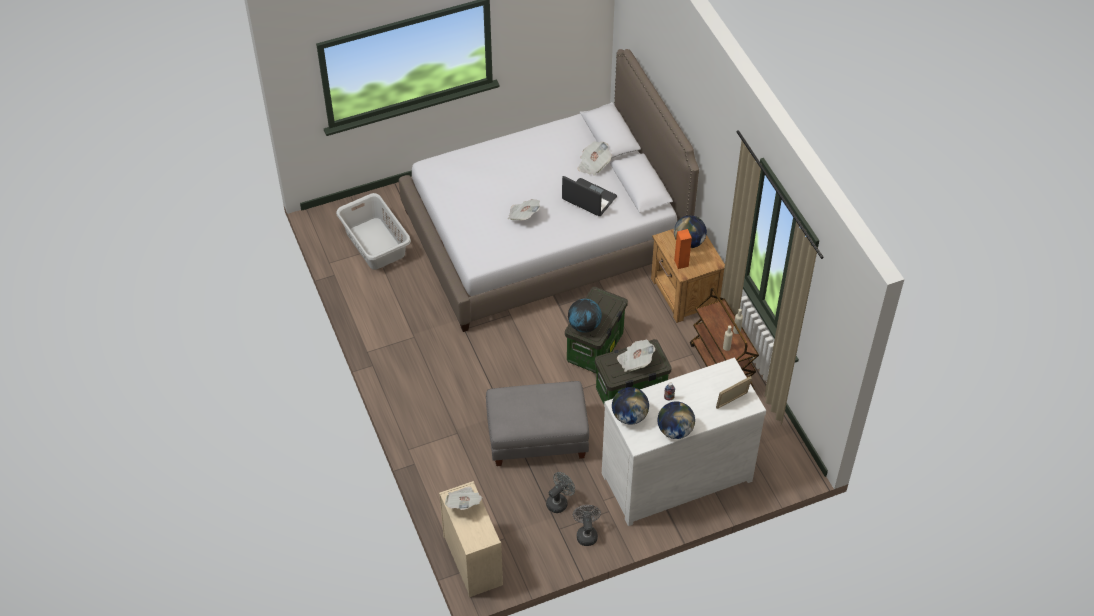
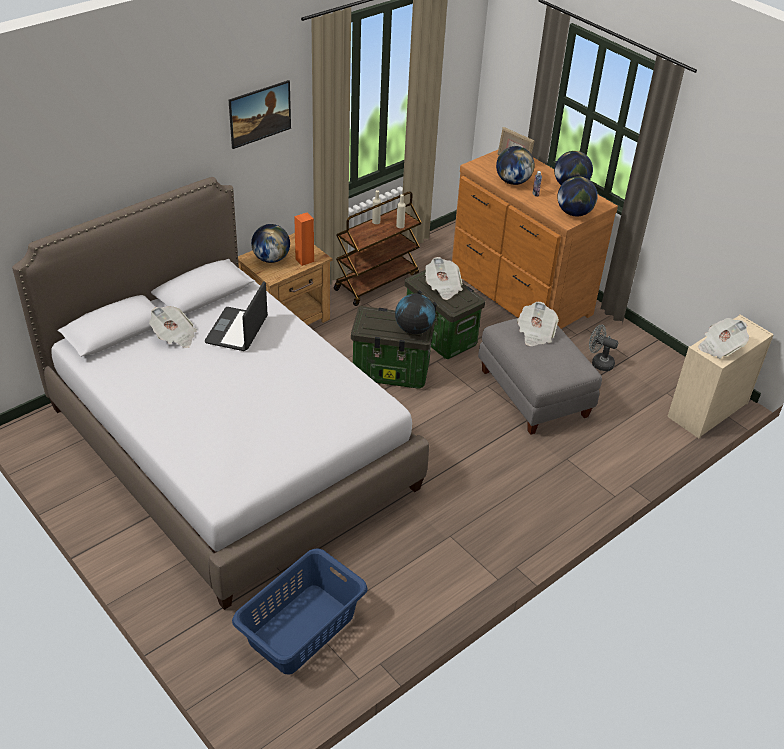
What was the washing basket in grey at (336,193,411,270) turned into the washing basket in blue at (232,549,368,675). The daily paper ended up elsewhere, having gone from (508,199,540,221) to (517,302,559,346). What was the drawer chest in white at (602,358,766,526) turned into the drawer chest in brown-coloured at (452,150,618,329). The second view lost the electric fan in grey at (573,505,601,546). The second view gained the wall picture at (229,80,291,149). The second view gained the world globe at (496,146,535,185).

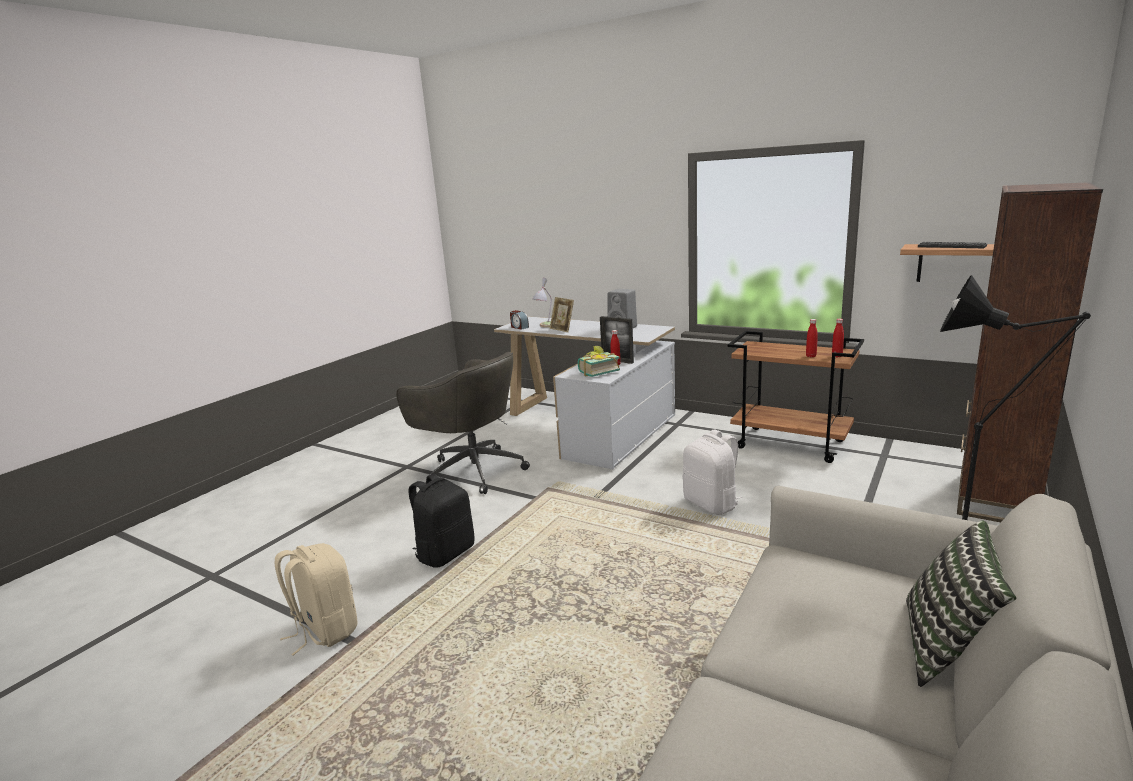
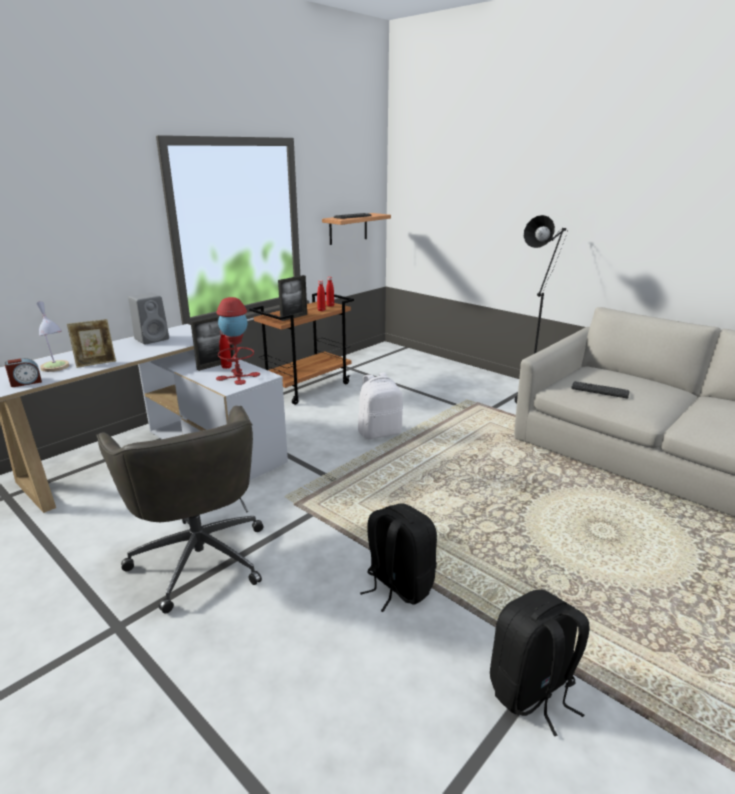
The second view lost the bookcase in brown-coloured at (957,182,1103,522). Where the bound book stood at (578,346,620,377), the tabletop lamp in reddish came to stand at (216,297,260,385). The desk chair in grey at (396,352,530,494) ended up facing another way, 105 degrees clockwise from before. The second view lost the cushion at (906,521,1016,687). What was the backpack in beige at (275,543,358,656) turned into the backpack in black at (490,590,590,736). The second view gained the photo frame at (278,275,307,321). The second view gained the keyboard at (571,381,630,399).

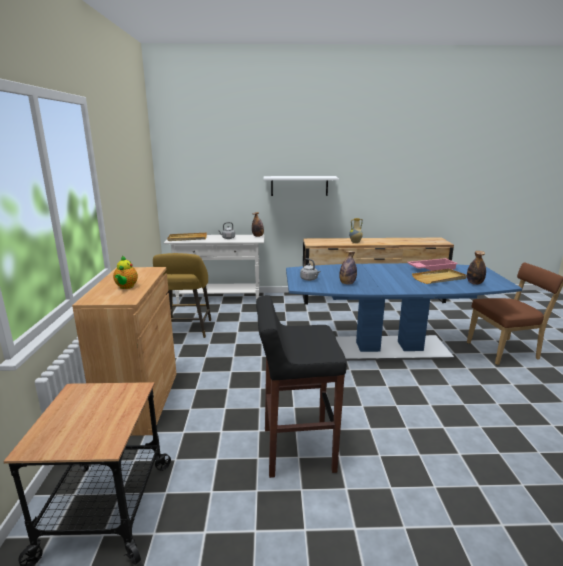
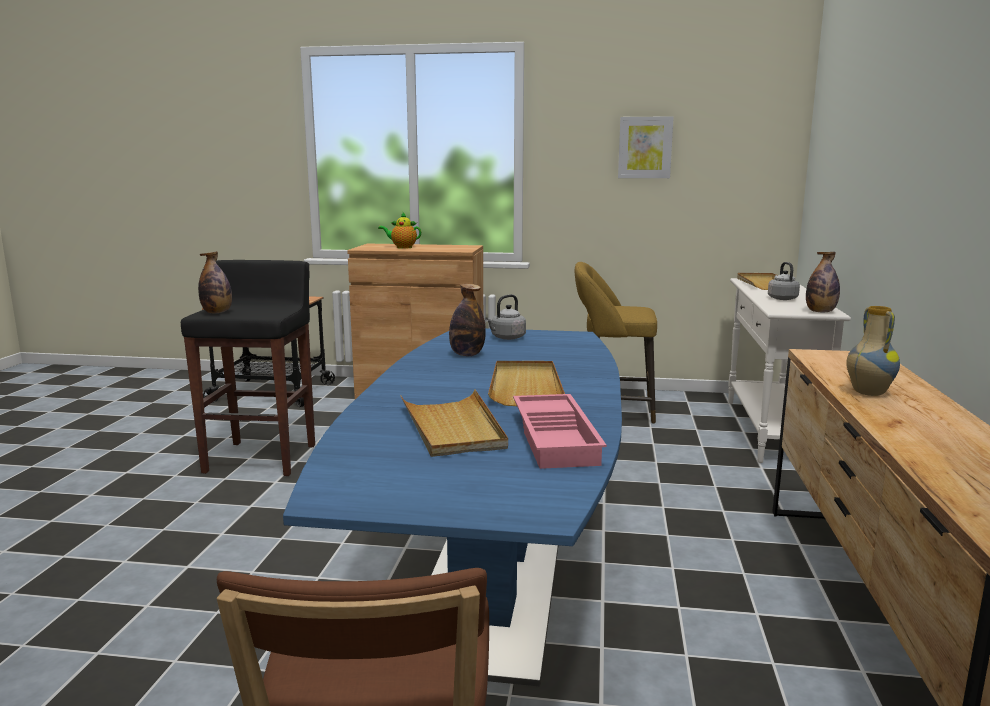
The second view lost the shelf in white at (264,176,339,196). The beverage bottle ended up elsewhere, having gone from (467,251,486,285) to (198,251,232,313). The second view gained the wall picture at (618,116,674,178). The second view gained the serving tray in beige at (488,361,565,406).

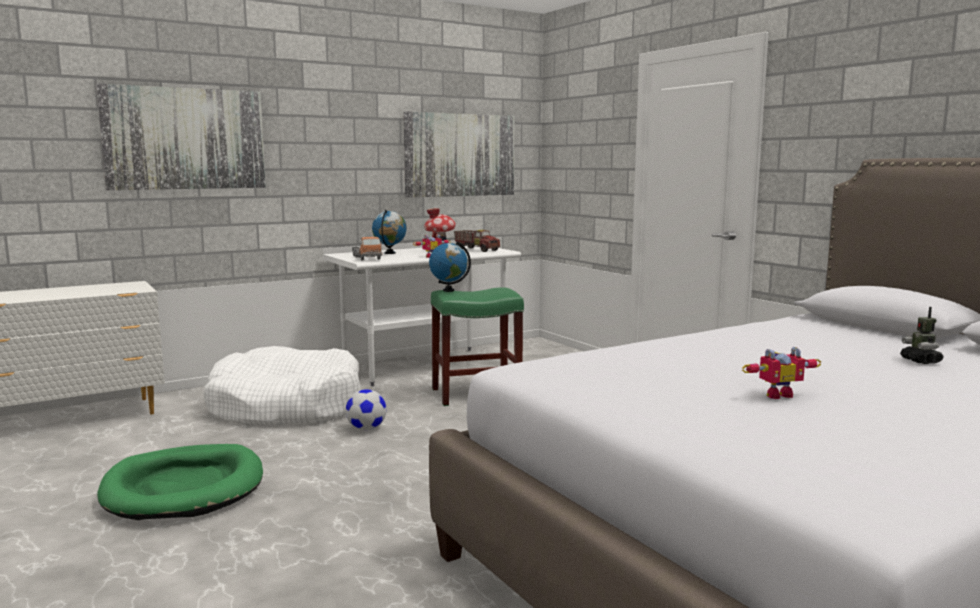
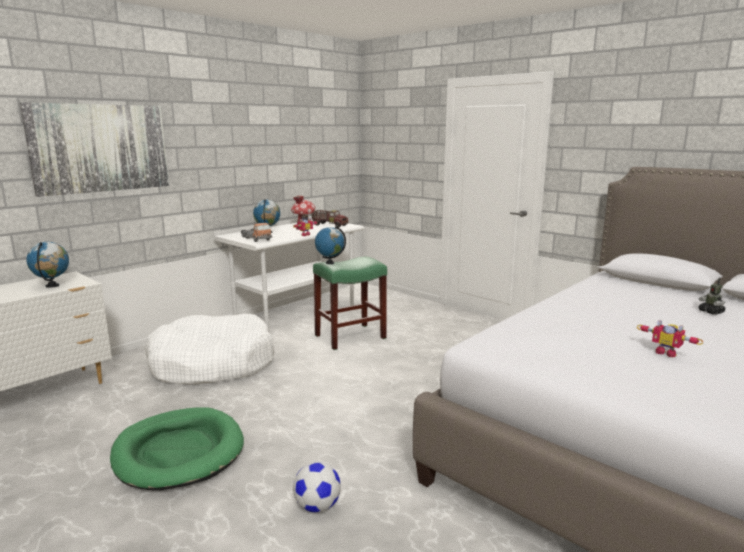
The second view lost the wall picture at (403,112,514,197). The robot figure at (742,347,821,399) ended up facing another way, 75 degrees clockwise from before. The ball for football ended up elsewhere, having gone from (346,389,387,430) to (293,462,341,513). The second view gained the world globe at (26,242,69,288).

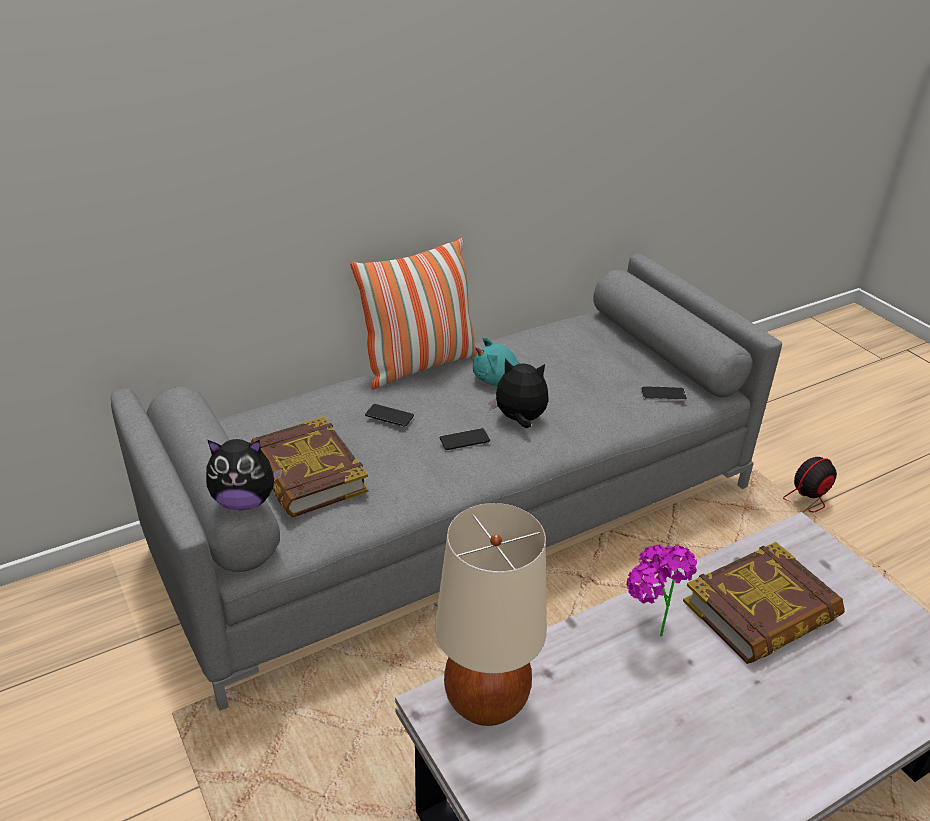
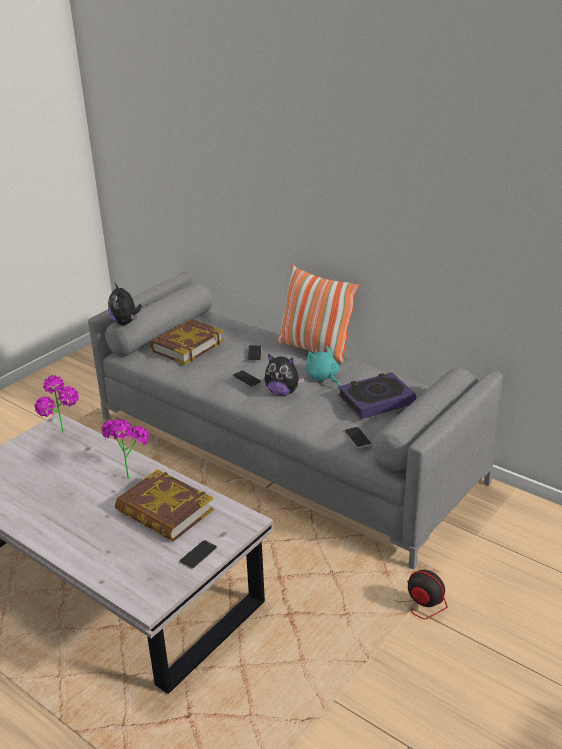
The cuddly toy at (489,359,549,428) ended up facing another way, 120 degrees clockwise from before. Where the tabletop lamp in beige stood at (435,503,547,726), the plant in a pot came to stand at (34,375,79,432). The second view gained the bound book at (338,372,416,419). The second view gained the phone at (180,540,217,569).

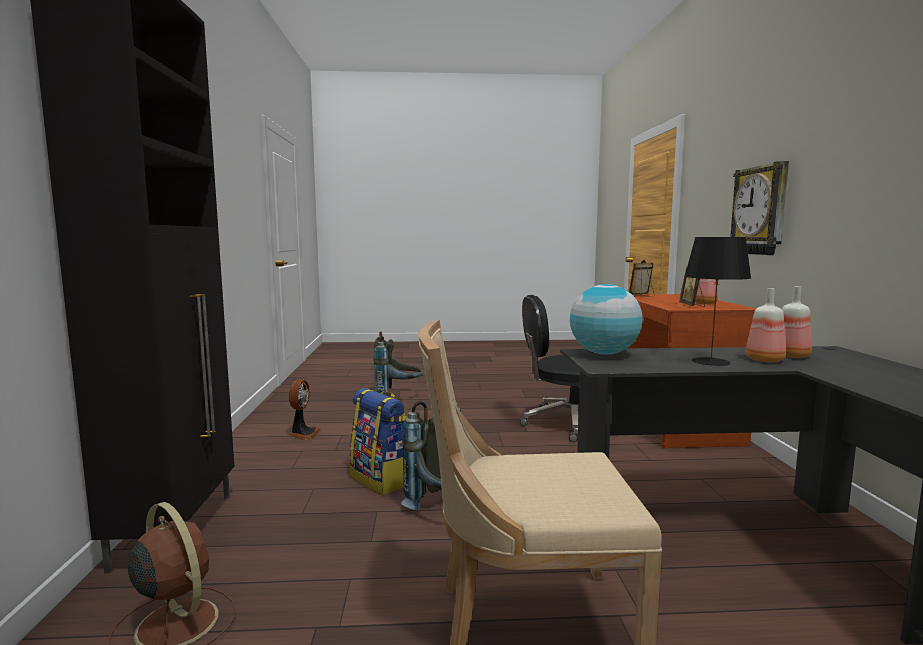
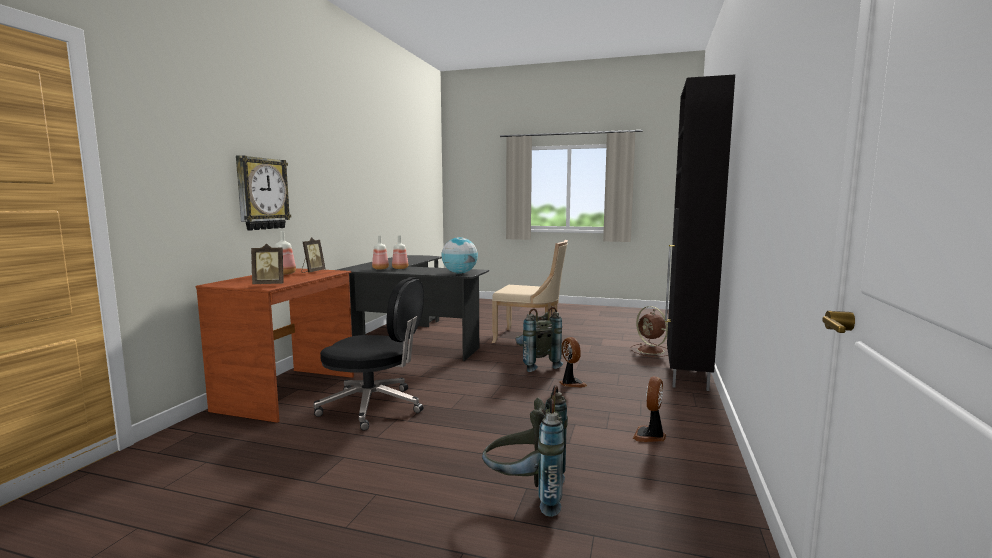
The second view lost the tabletop lamp in black at (685,237,751,366). Where the backpack stood at (349,388,408,495), the electric fan came to stand at (559,337,587,387).

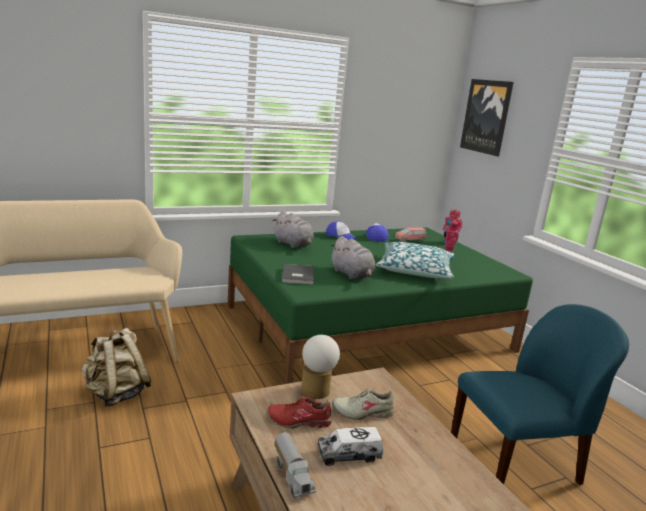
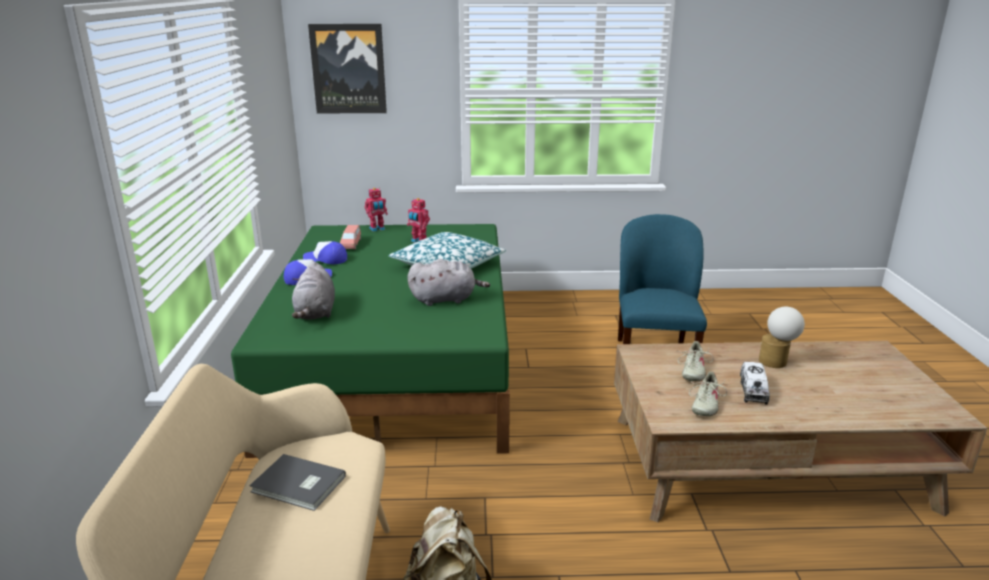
The cuddly toy in grey at (272,211,314,248) ended up facing another way, 105 degrees clockwise from before. The bound book in grey ended up elsewhere, having gone from (282,264,314,285) to (249,454,346,511). The tabletop lamp ended up elsewhere, having gone from (301,335,340,399) to (759,307,805,368). What was the low shoe in reddish at (266,395,332,429) turned into the low shoe in beige at (688,371,727,416). The second view lost the toy truck at (275,432,316,497).

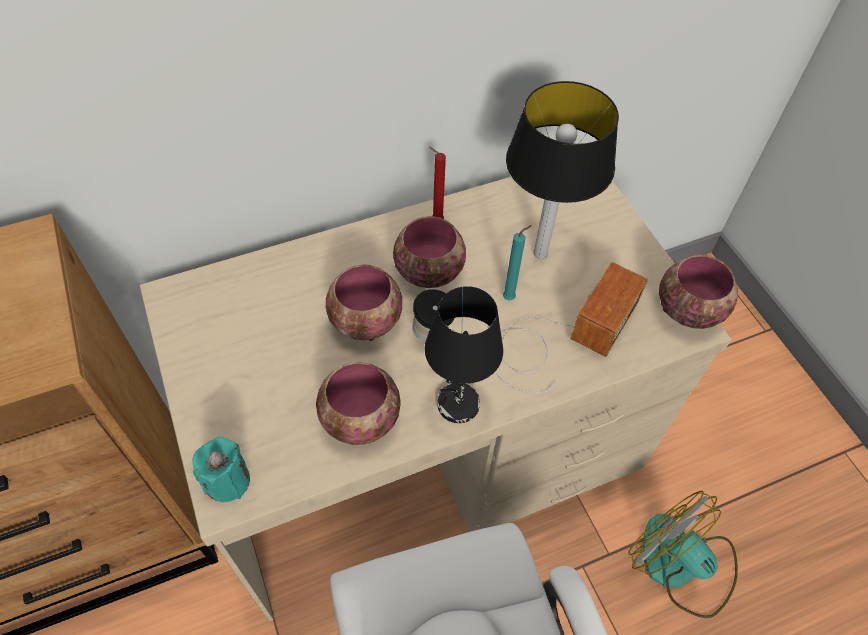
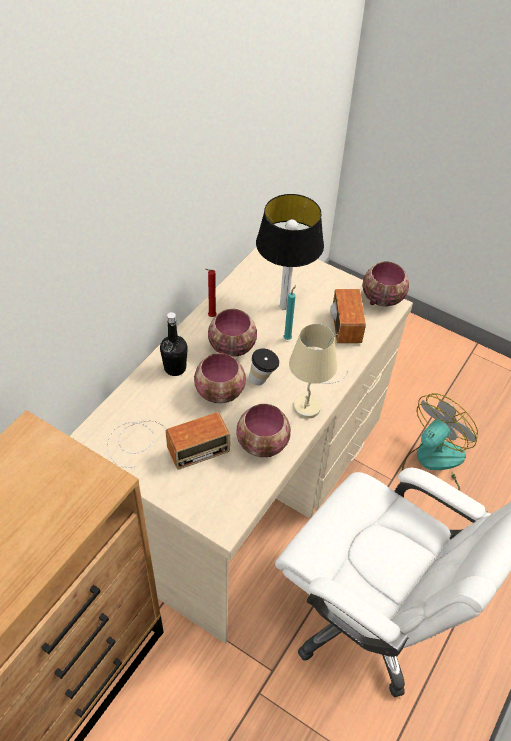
What was the tabletop lamp in black at (425,286,503,423) turned into the tabletop lamp in beige at (289,324,337,419). The second view lost the candle in turquoise at (192,437,250,502). The electric fan at (628,491,738,618) ended up facing another way, 120 degrees clockwise from before. The second view gained the beverage bottle in black at (160,312,188,376). The second view gained the radio set at (107,412,230,470).

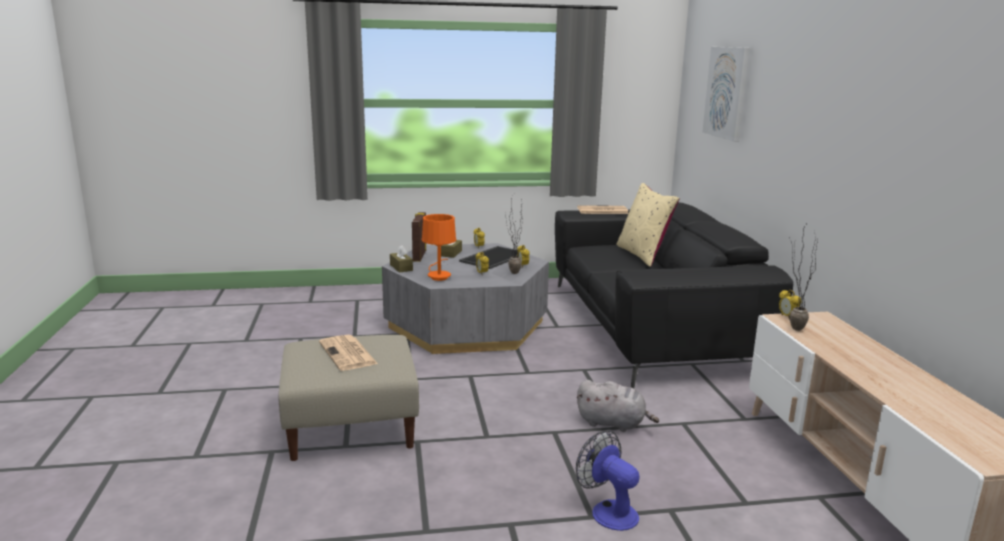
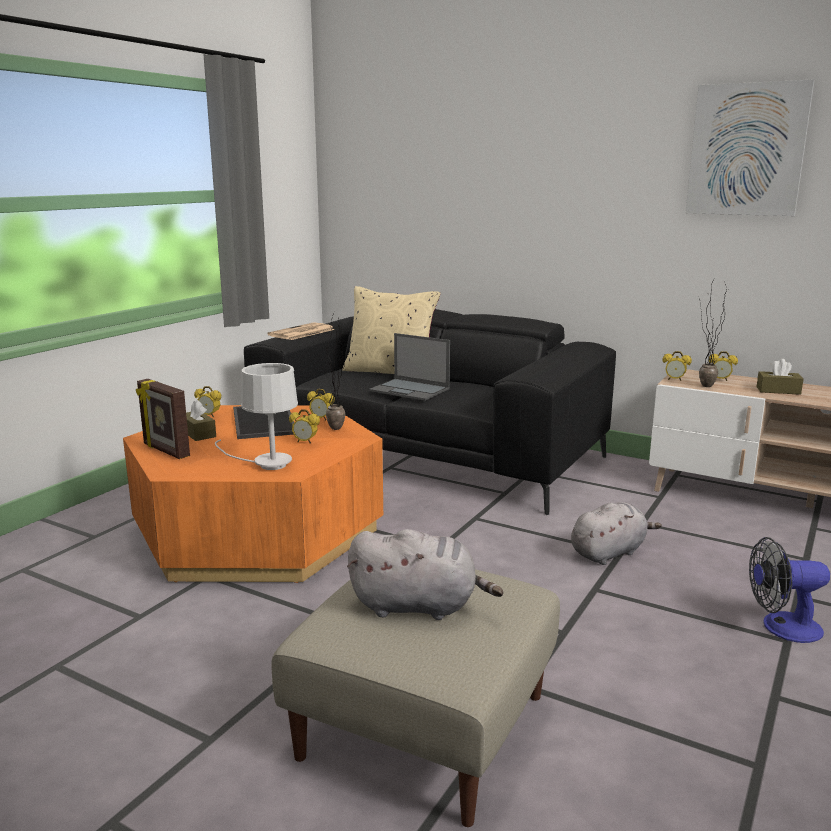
The wall picture ended up elsewhere, having gone from (703,47,750,142) to (686,79,815,216). What was the tabletop lamp in orange at (422,214,456,281) turned into the tabletop lamp in white at (215,363,298,470). What was the low table in grey at (382,243,549,354) turned into the low table in orange at (123,405,383,583). The box of tissues in brown-coloured ended up elsewhere, having gone from (390,245,413,273) to (757,359,804,395). Where the daily paper stood at (319,335,378,371), the cuddly toy in grey came to stand at (347,529,504,620). The second view gained the laptop at (369,333,450,401). The second view gained the alarm clock at (708,351,738,381).

